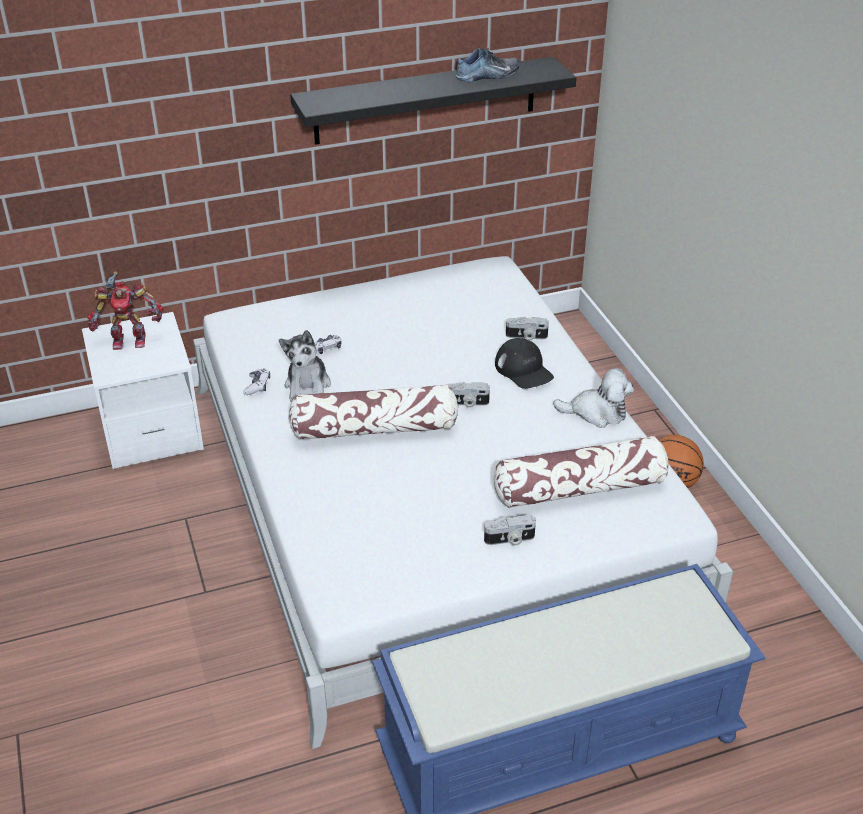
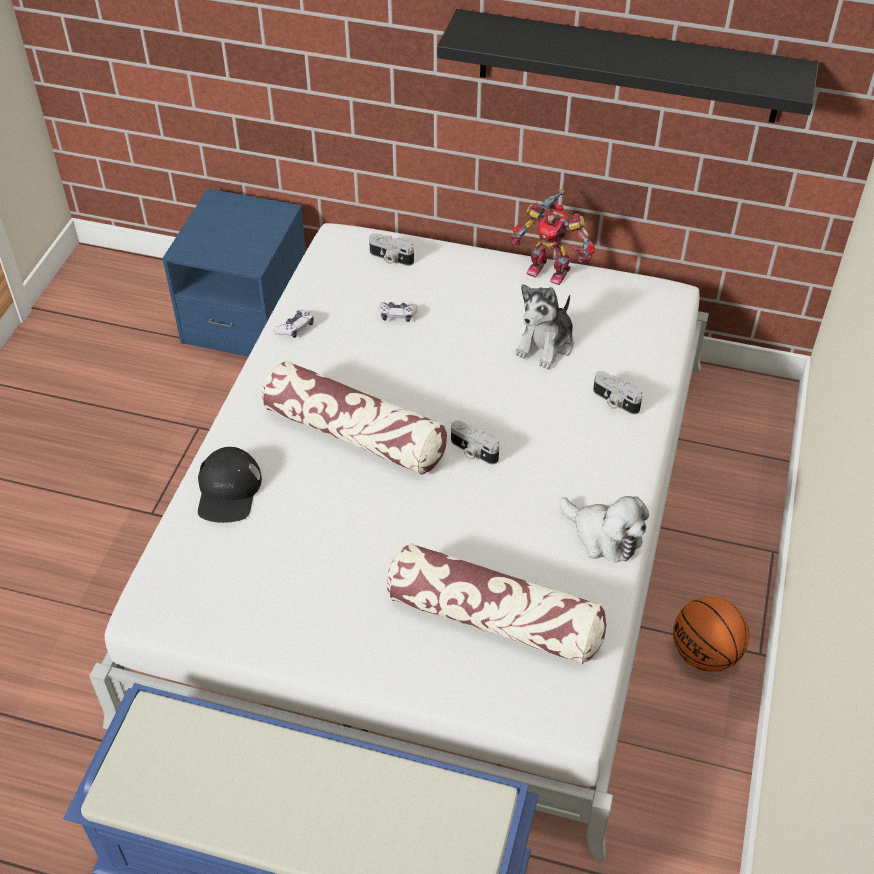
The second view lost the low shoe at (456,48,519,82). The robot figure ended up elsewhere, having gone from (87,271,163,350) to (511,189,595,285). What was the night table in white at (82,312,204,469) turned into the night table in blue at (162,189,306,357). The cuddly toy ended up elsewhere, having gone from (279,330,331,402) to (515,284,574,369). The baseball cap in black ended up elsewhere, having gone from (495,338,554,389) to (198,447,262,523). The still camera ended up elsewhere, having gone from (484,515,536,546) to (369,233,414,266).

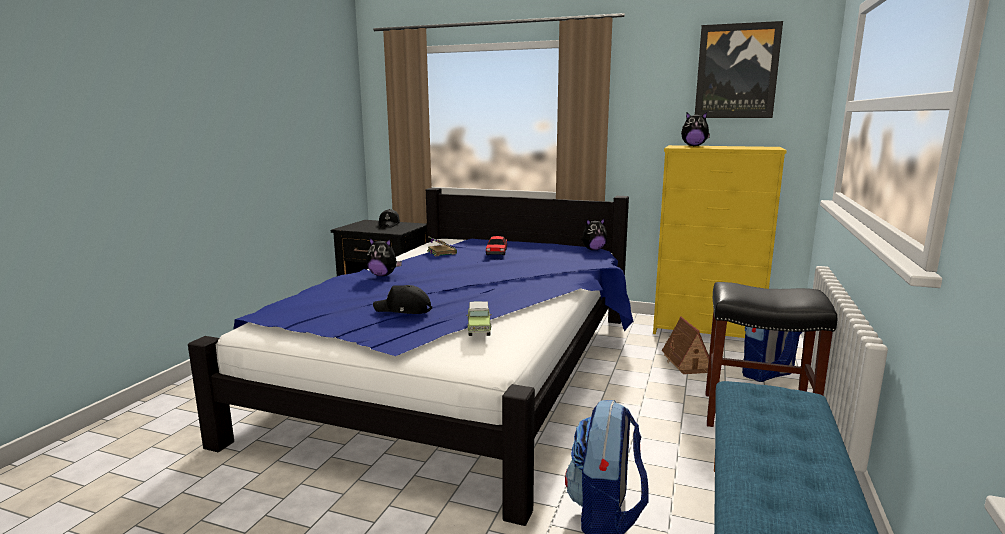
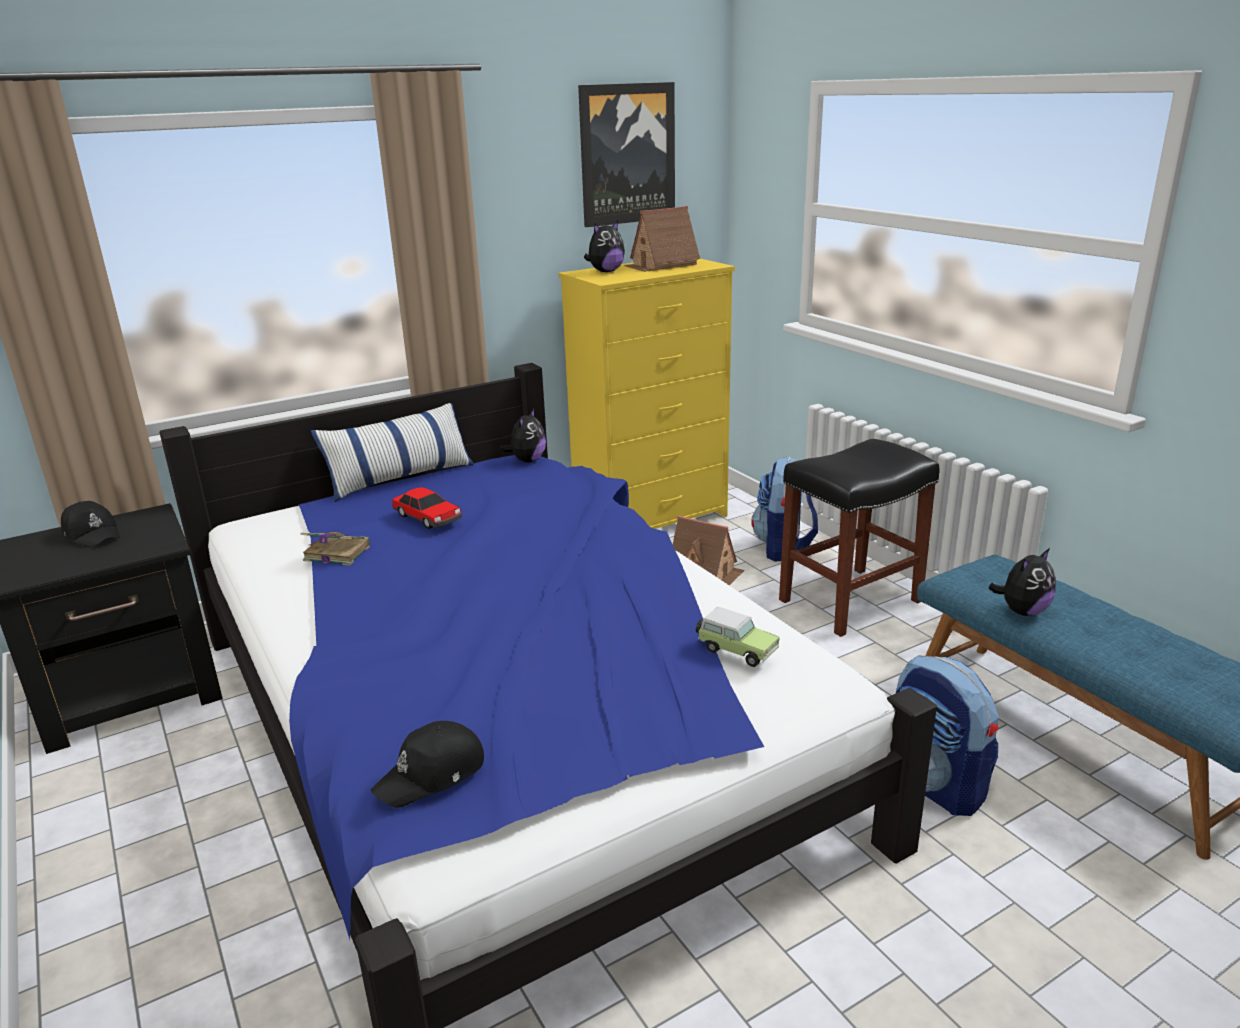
The cuddly toy ended up elsewhere, having gone from (366,238,402,276) to (989,548,1056,616). The baseball cap in black ended up elsewhere, having gone from (373,285,432,314) to (371,721,484,808). The second view gained the miniature house at (623,206,700,272). The second view gained the cushion at (311,403,474,502).

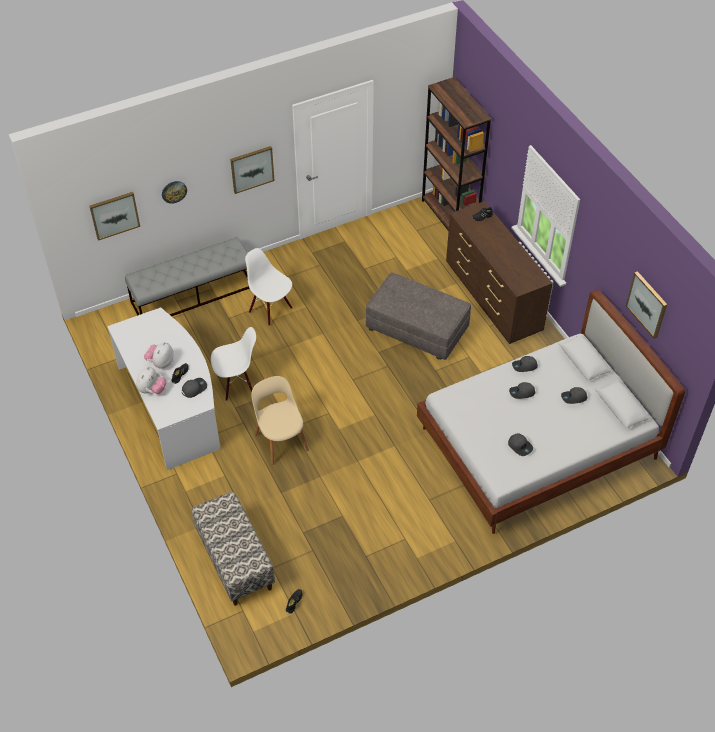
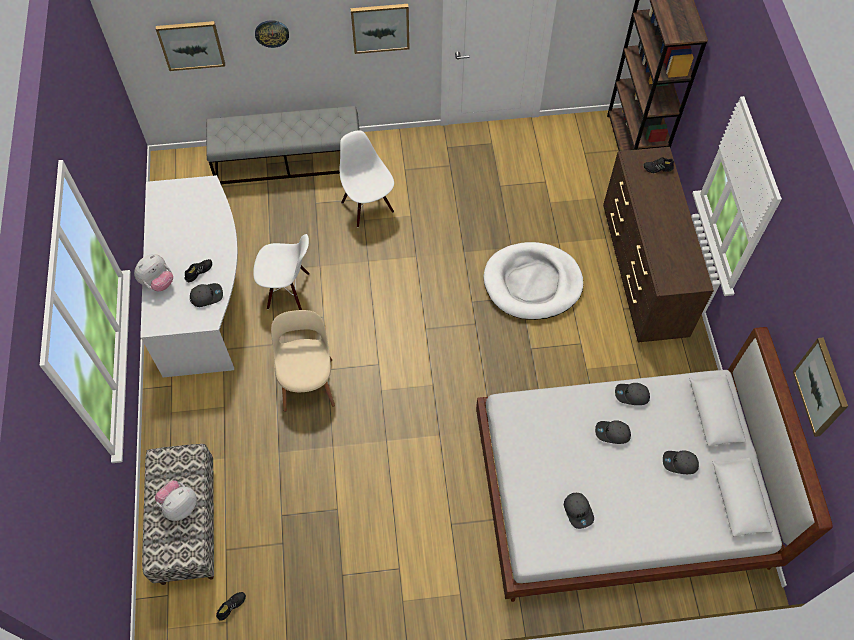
Where the pouffe in grey stood at (365,272,471,360), the dog cushion in white came to stand at (483,242,583,320). The cuddly toy ended up elsewhere, having gone from (144,342,174,369) to (155,481,197,521).

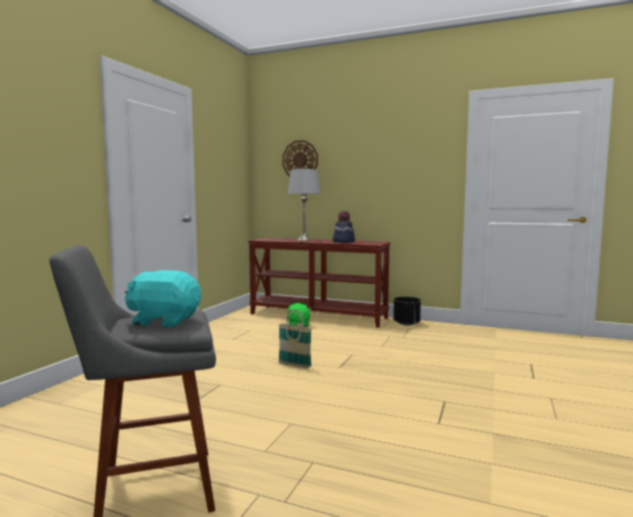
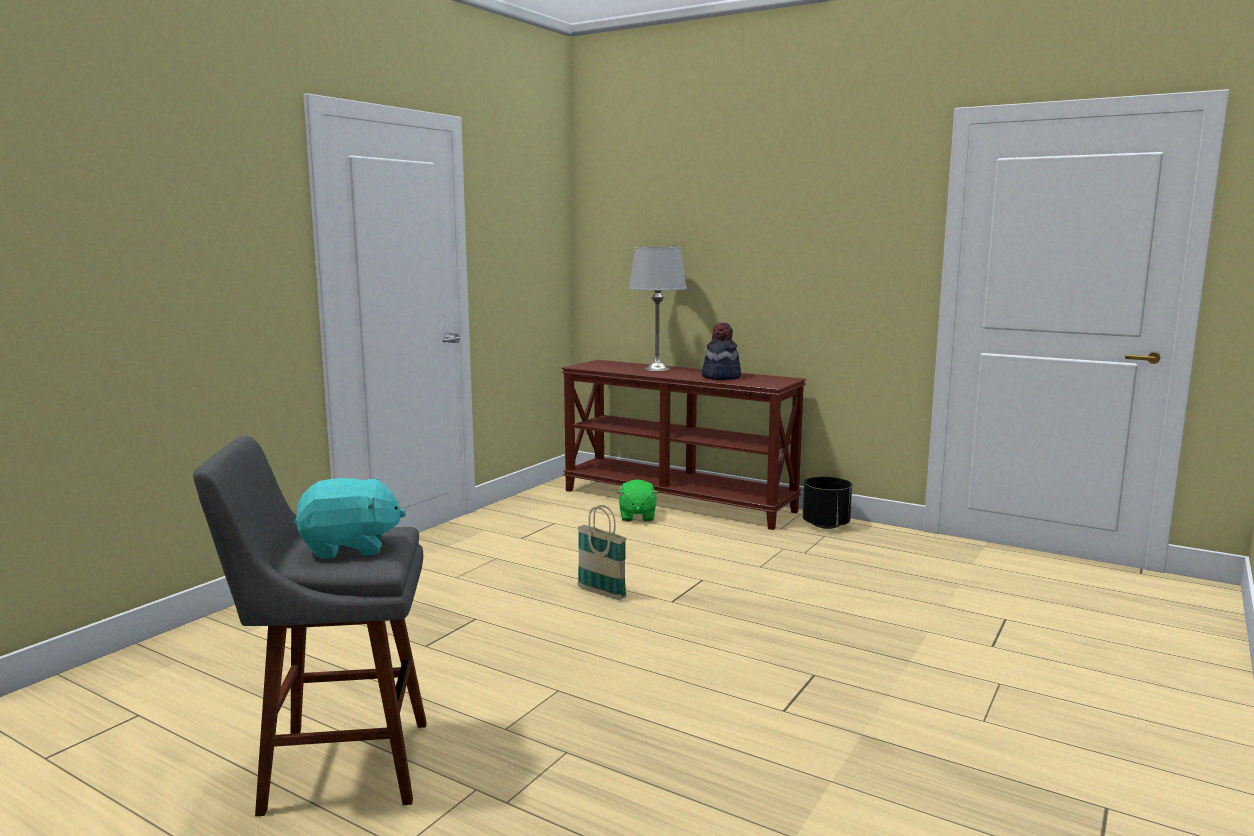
The second view lost the clock on the wall at (282,140,318,176). The cuddly toy in turquoise at (125,270,201,328) ended up facing another way, 150 degrees clockwise from before.

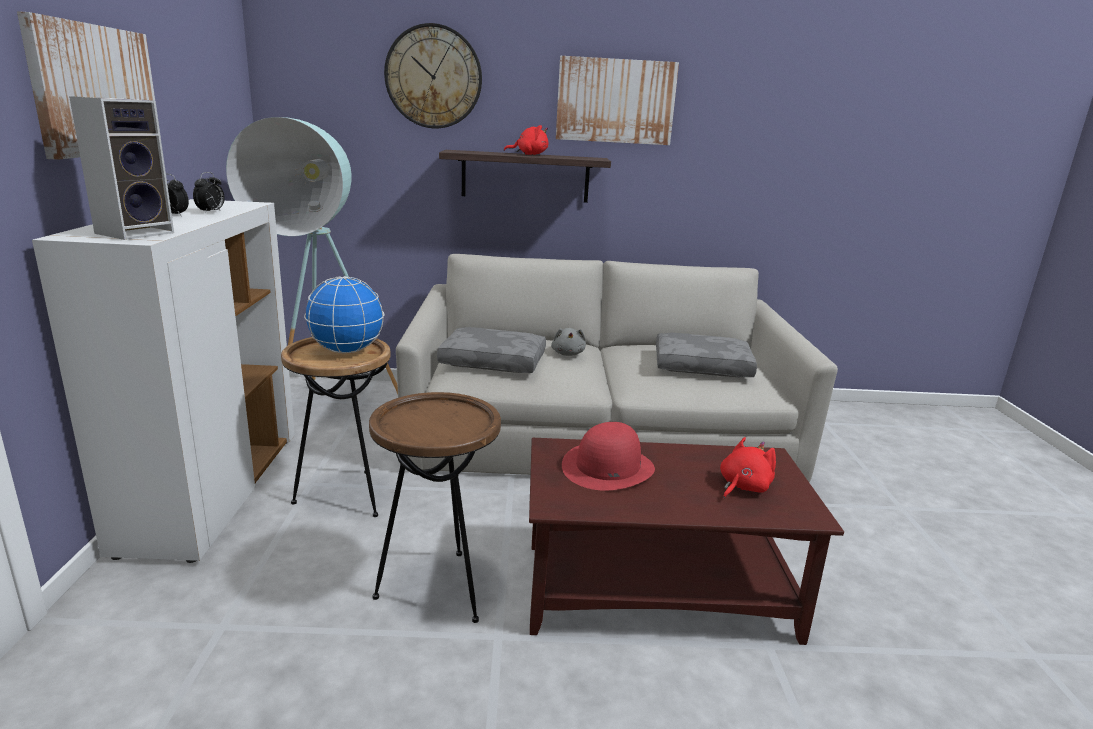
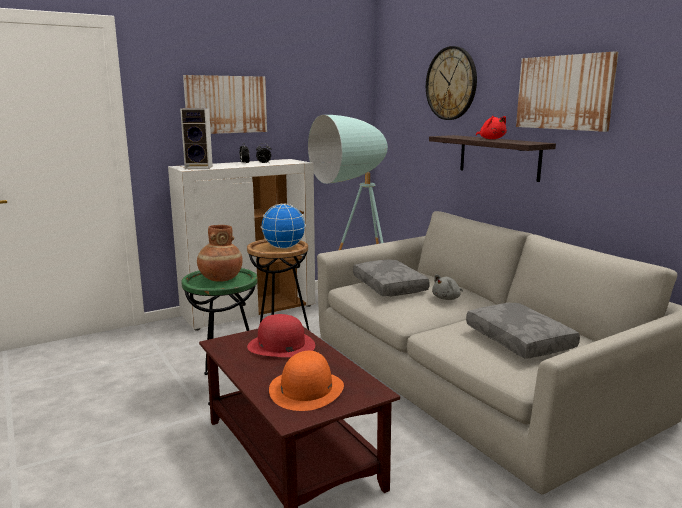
What was the side table in brown-coloured at (369,392,501,623) turned into the side table in greenish at (182,268,258,405). Where the cuddly toy in reddish stood at (720,437,776,499), the clothing hat in orange came to stand at (269,351,344,411). The second view gained the decorative vase in brown-coloured at (197,225,243,282).

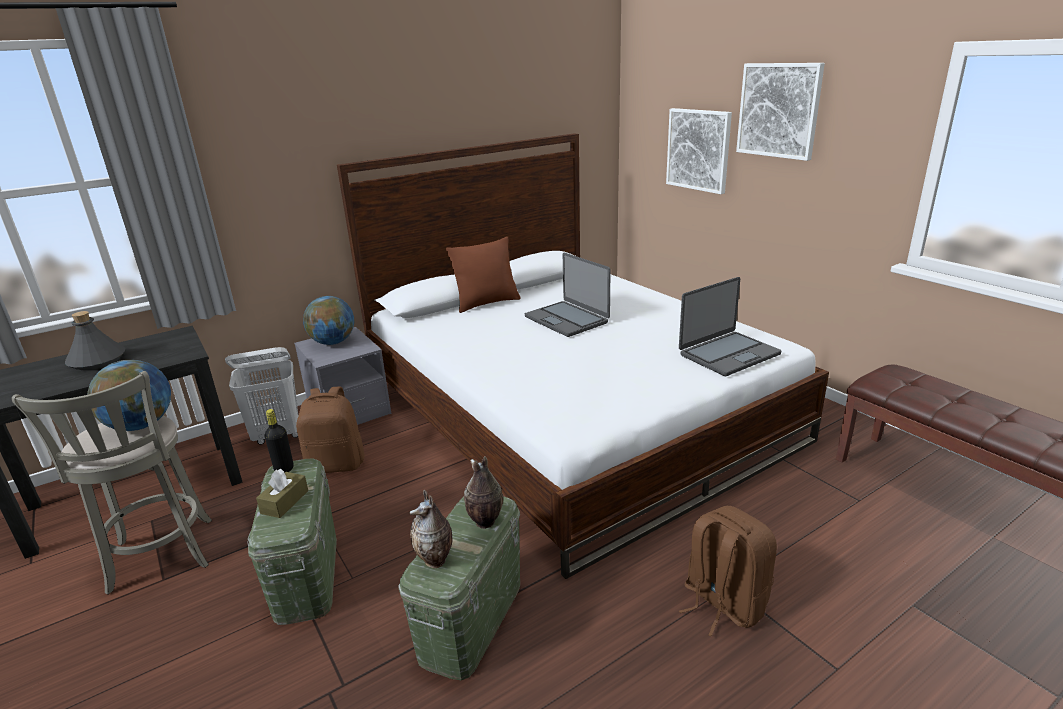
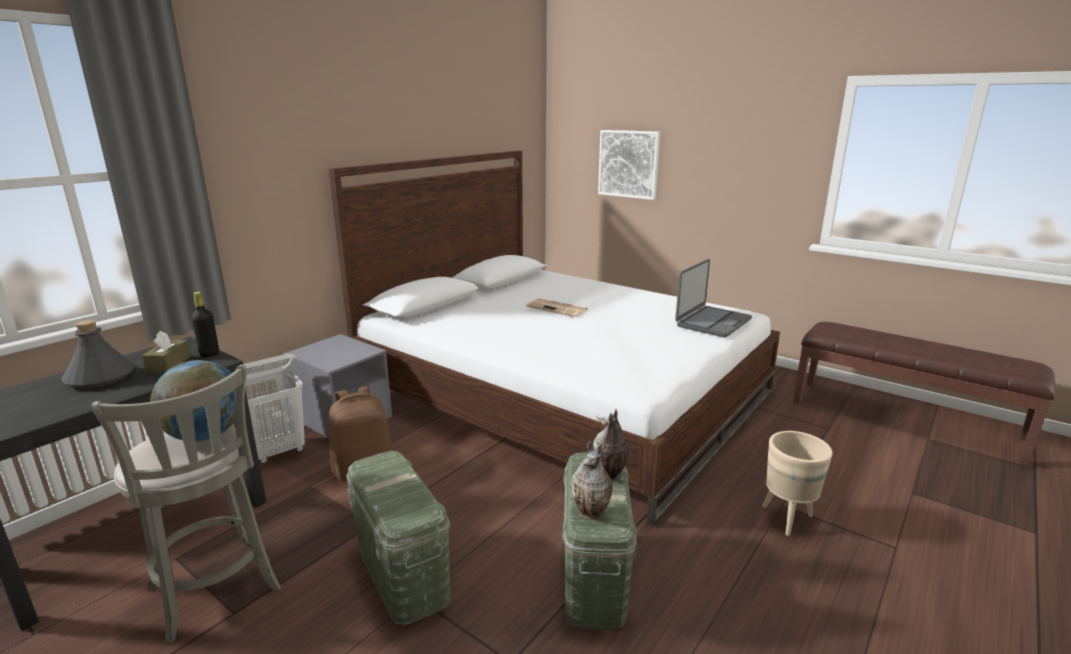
The second view lost the wall picture at (736,63,825,161). The second view lost the cushion in brown-coloured at (446,237,520,313). Where the laptop stood at (525,253,611,337), the daily paper came to stand at (526,298,588,317). The second view lost the world globe at (303,296,354,345). The beverage bottle in black ended up elsewhere, having gone from (265,409,293,473) to (191,292,219,358). The box of tissues in brown-coloured ended up elsewhere, having gone from (256,469,308,518) to (142,330,191,373). Where the backpack in brown-coloured stood at (679,506,777,637), the planter in beige came to stand at (762,431,833,536).

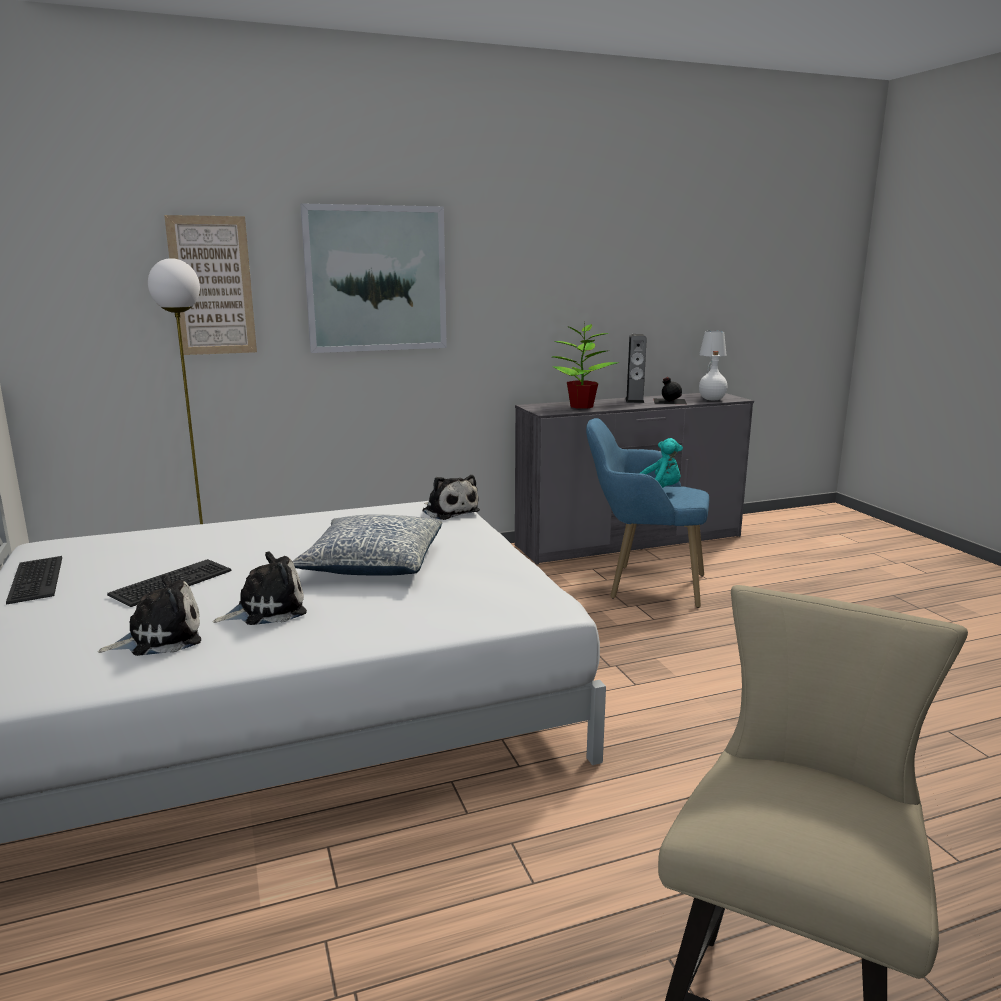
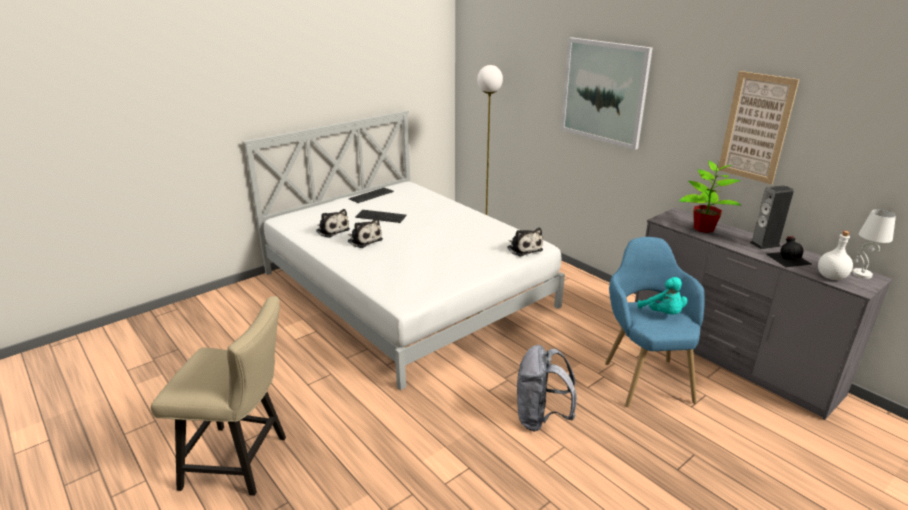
The wall picture ended up elsewhere, having gone from (164,215,257,355) to (718,71,799,184). The cuddly toy at (422,475,480,520) ended up facing another way, 60 degrees counterclockwise from before. The second view lost the cushion at (293,514,442,576). The second view gained the backpack in grey at (517,345,577,431).

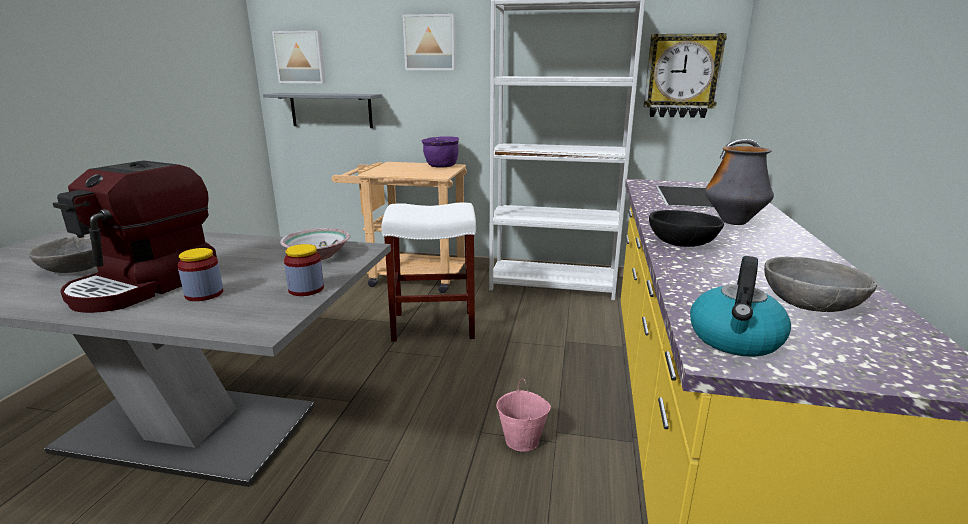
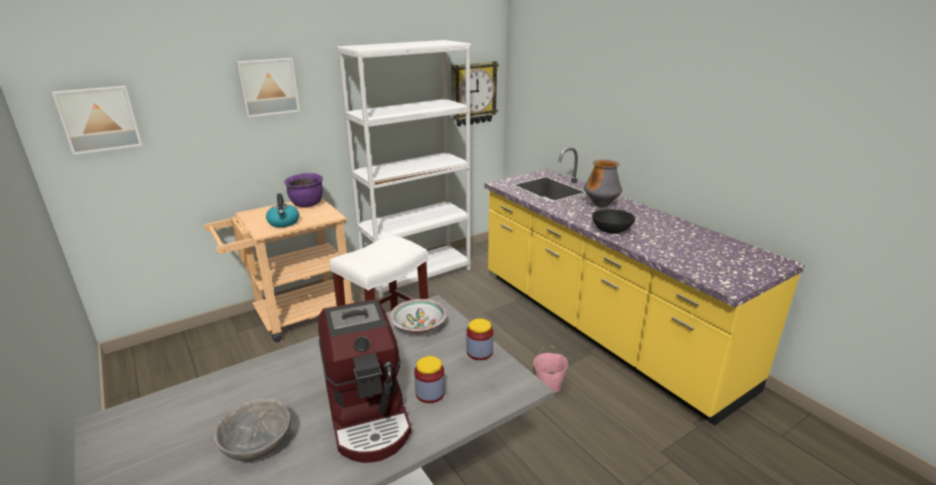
The second view lost the shelf in grey at (263,93,382,128). The kettle ended up elsewhere, having gone from (690,256,791,357) to (266,193,299,227). The second view lost the serving bowl in grey at (764,257,877,312).

